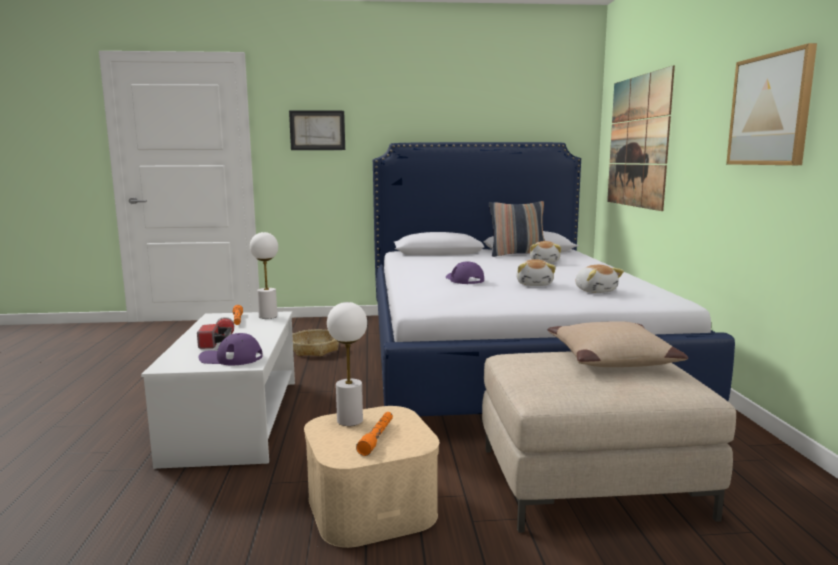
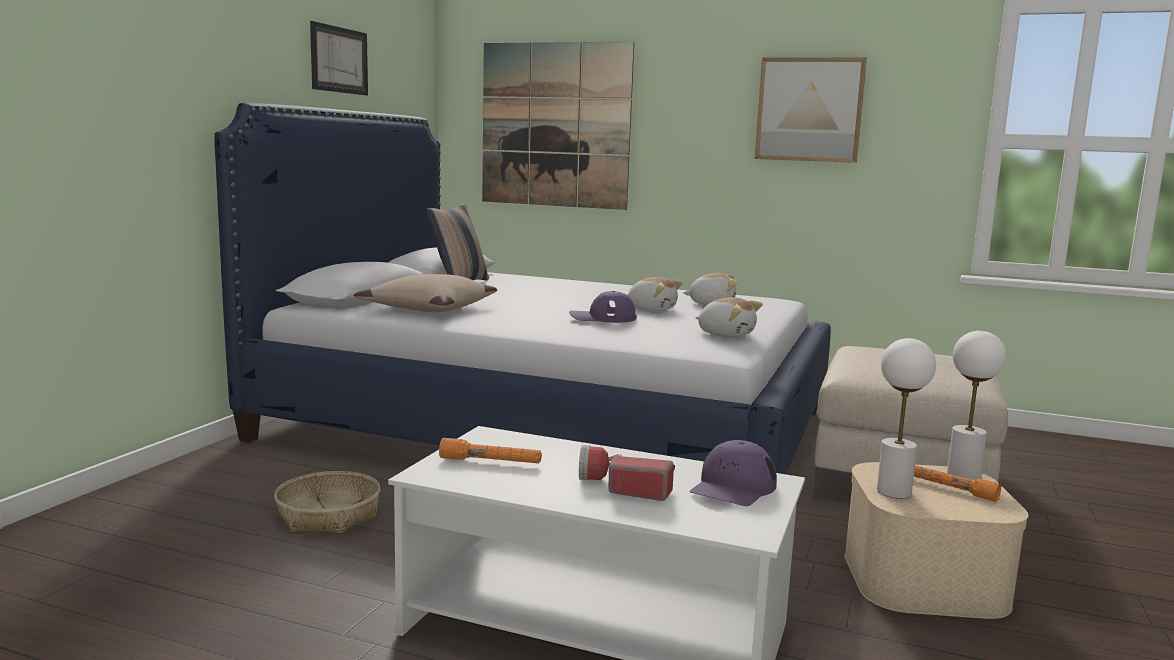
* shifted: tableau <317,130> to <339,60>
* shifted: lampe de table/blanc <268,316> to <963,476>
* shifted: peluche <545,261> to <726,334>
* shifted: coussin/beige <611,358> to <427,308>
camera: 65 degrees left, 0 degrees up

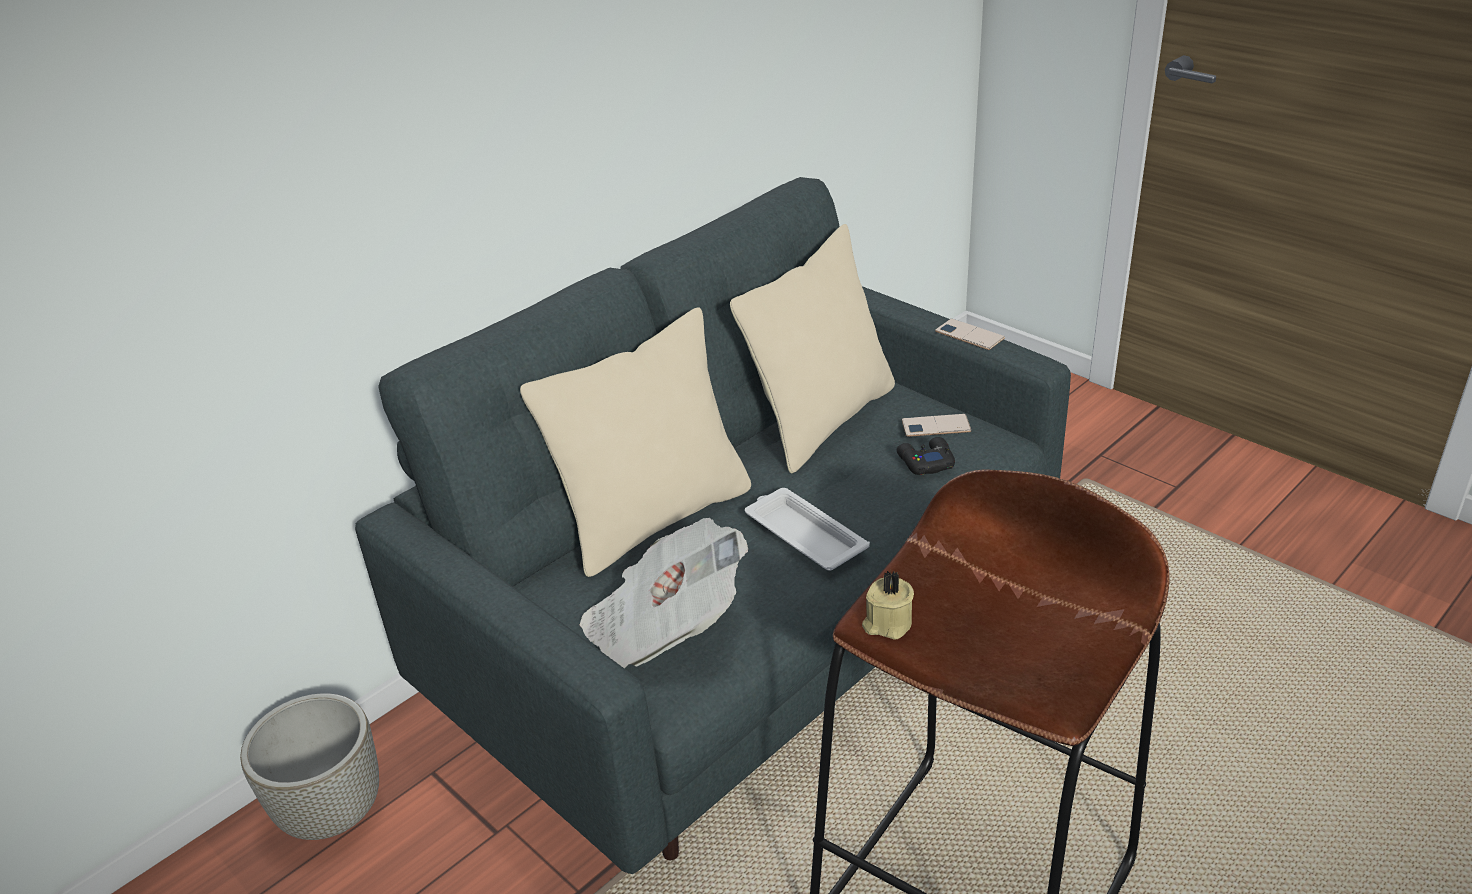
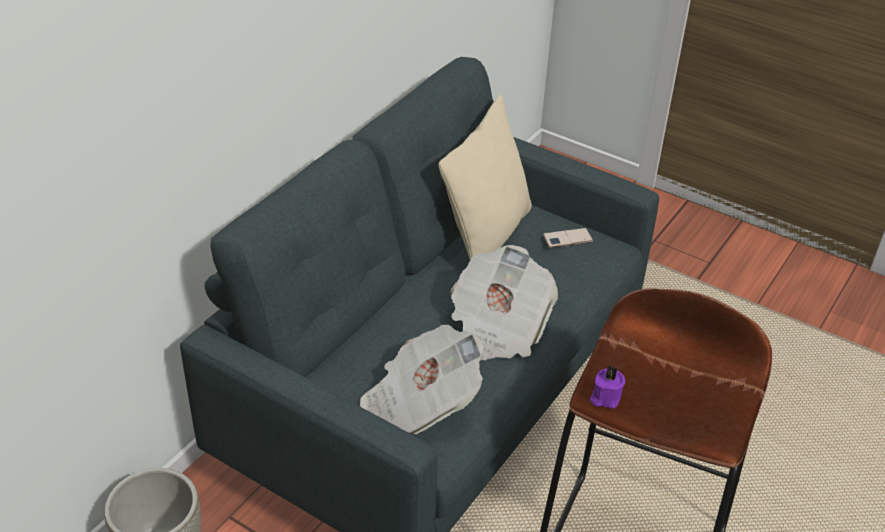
* gone: coussin/beige <655,518>
* gone: téléphone <969,335>
* gone: manette/noir <925,462>
* swapped: plateau/blanc <803,535> to journal <498,327>
* repainted: bougie/beige <887,623> to bougie/violet <604,398>
camera: 15 degrees left, 5 degrees up

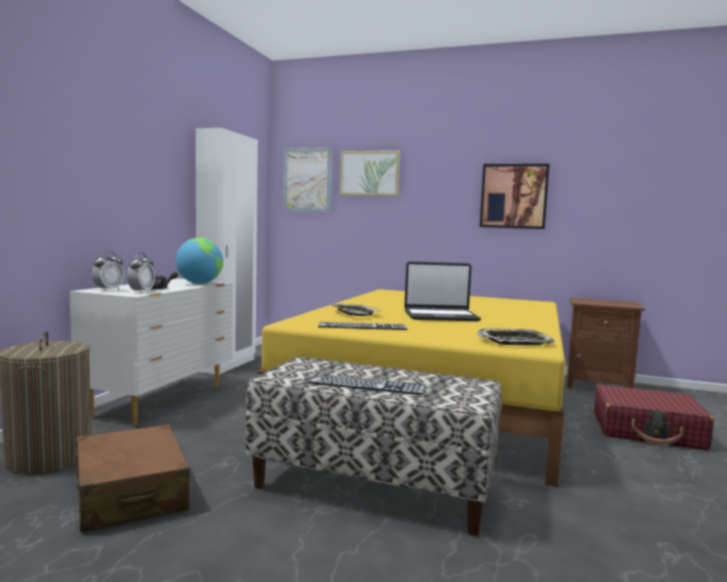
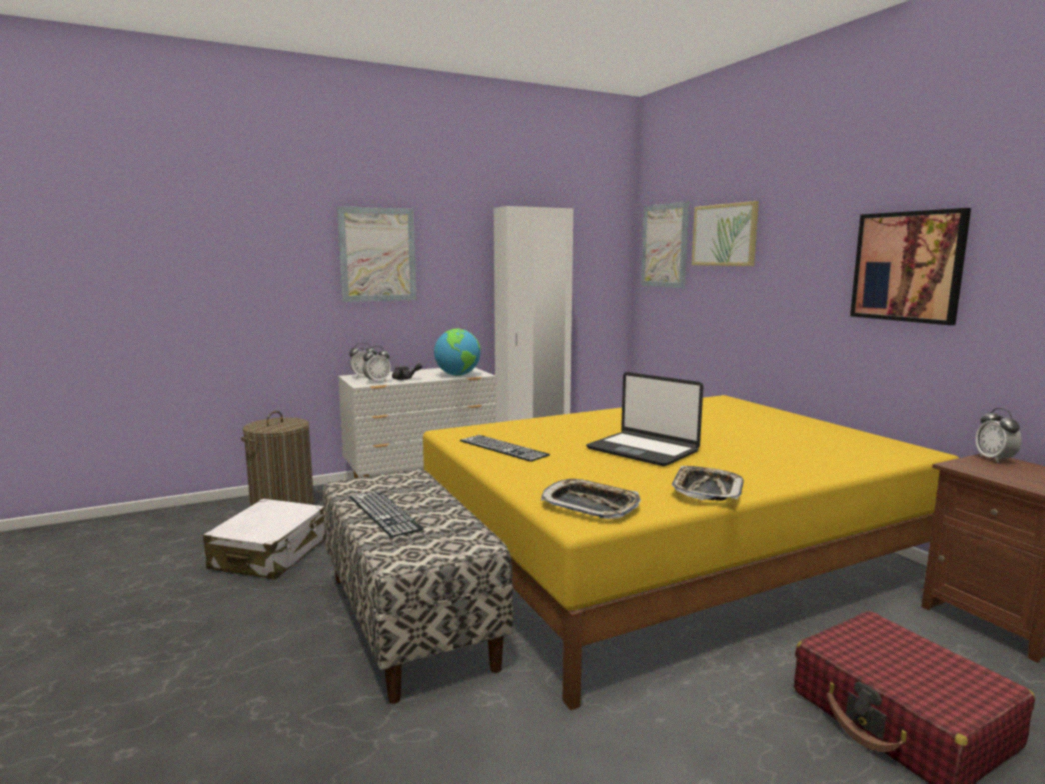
* shifted: plateau <354,313> to <706,490>
* repainted: valise/marron <131,494> to valise/blanc <270,554>
* new: tableau <377,254>
* new: réveil <994,459>
camera: 45 degrees right, 5 degrees up

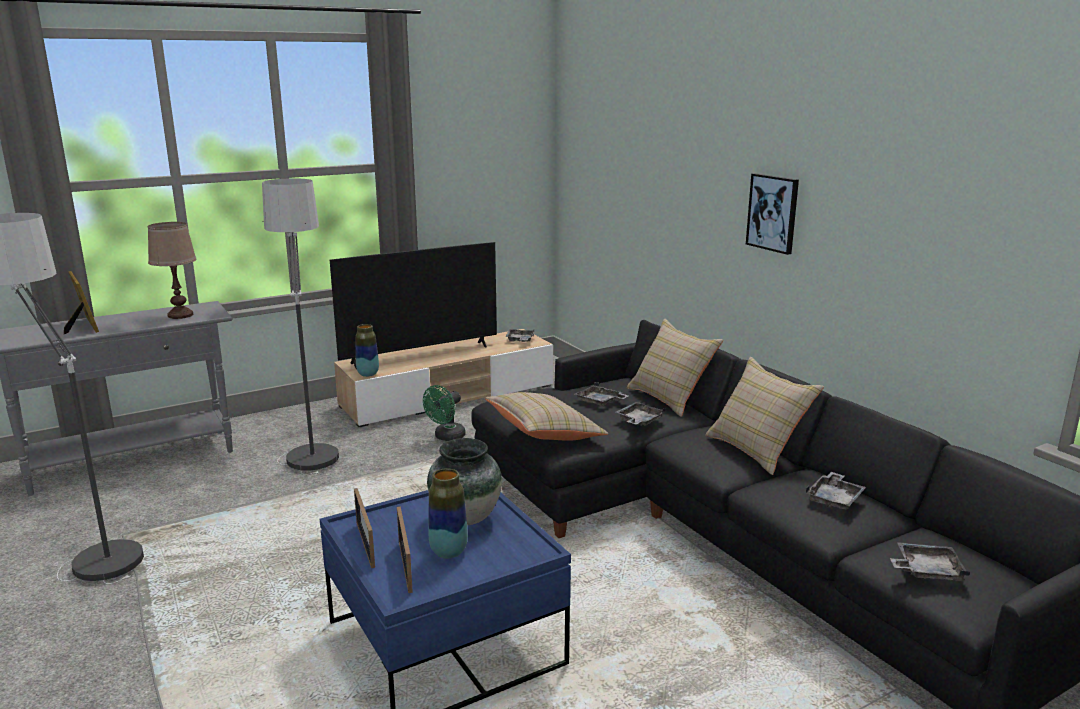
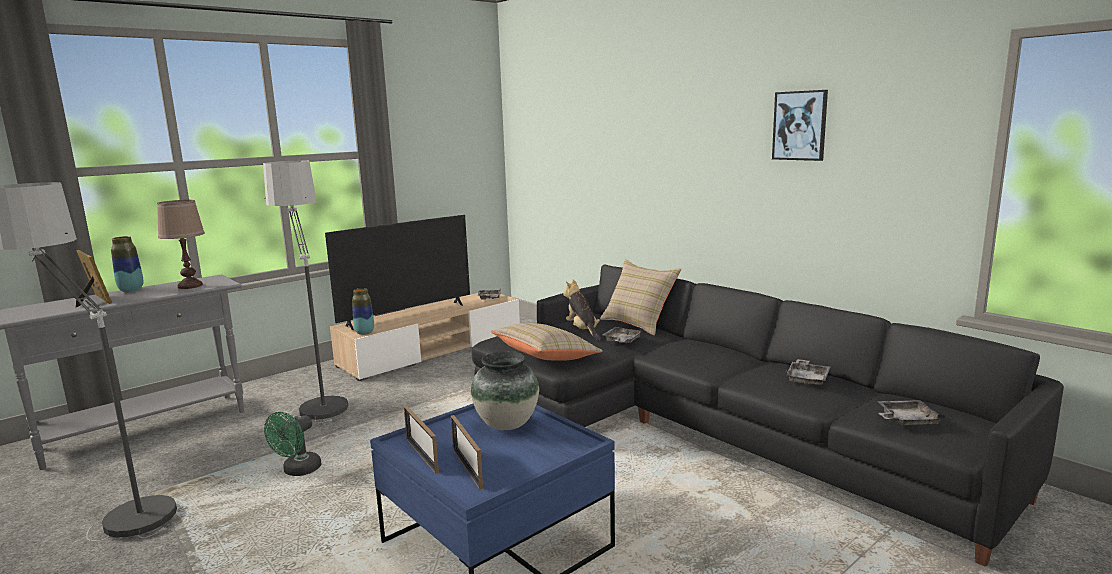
* shifted: tableau <773,213> to <800,125>
* gone: coussin/beige <757,450>
* swapped: plateau/gris <600,402> to peluche <582,331>
* shifted: ventilateur/vert <446,437> to <298,471>
* shifted: vase <448,552> to <131,290>
camera: 10 degrees left, 5 degrees down

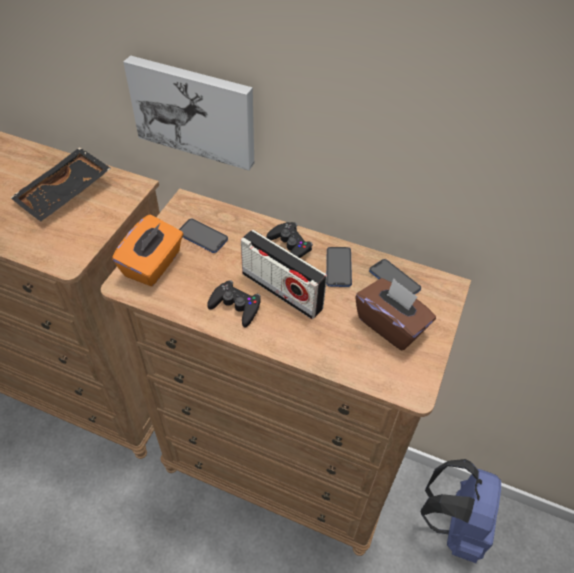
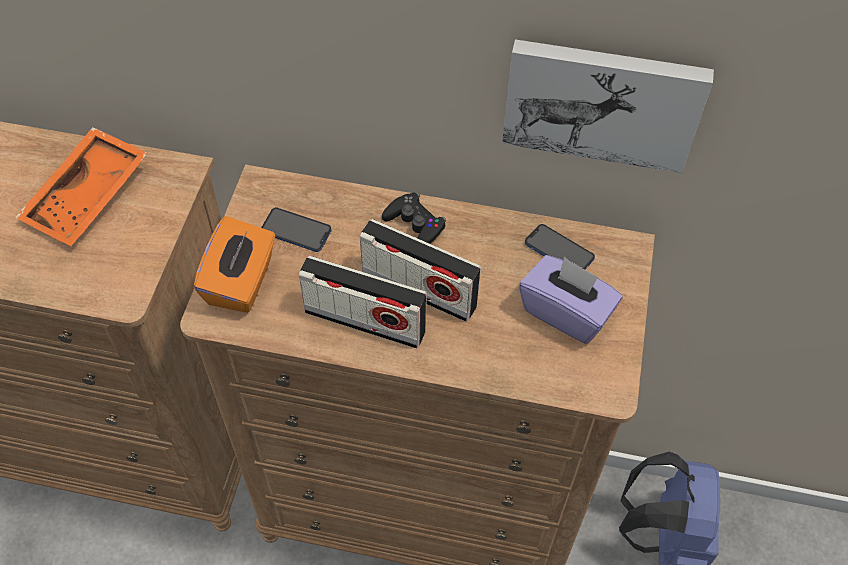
* shifted: tableau <194,111> to <602,102>
* repainted: plateau/noir <66,194> to plateau/orange <89,198>
* gone: téléphone <338,267>
* repainted: boîte à mouchoirs/marron <391,325> to boîte à mouchoirs/violet <566,312>
* swapped: manette/noir <235,306> to radio <365,321>
camera: 10 degrees left, 5 degrees up

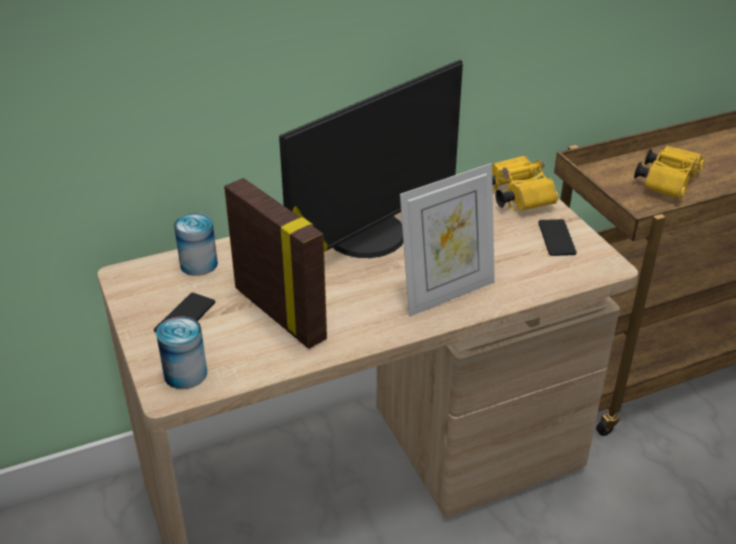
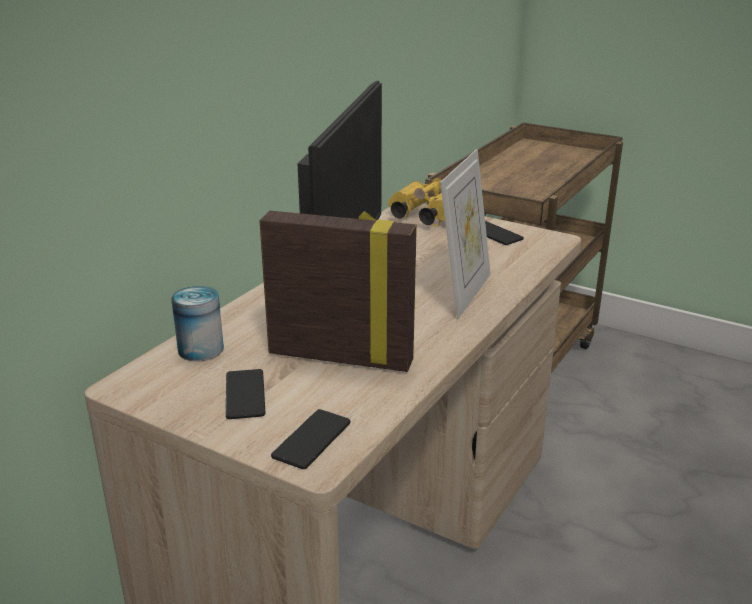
* gone: jumelles/jaune <668,182>
* swapped: boîte métallique <185,374> to téléphone <312,440>
camera: 35 degrees left, 10 degrees down

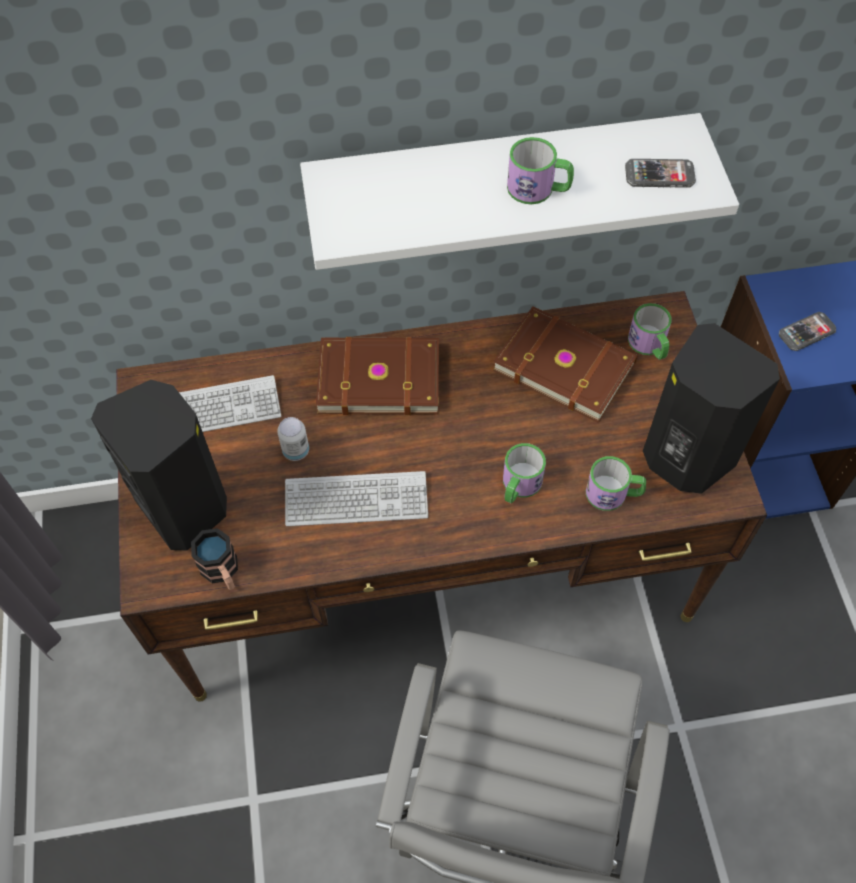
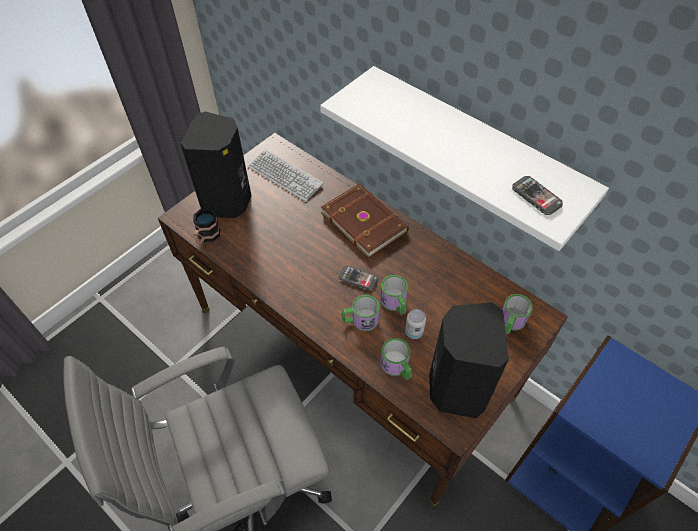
* shifted: mug <538,189> to <395,303>
* gone: livre/marron <564,364>
* shifted: téléphone <806,332> to <358,279>
* shifted: boîte métallique <296,451> to <414,332>
* gone: clavier <356,500>
camera: 50 degrees right, 5 degrees down

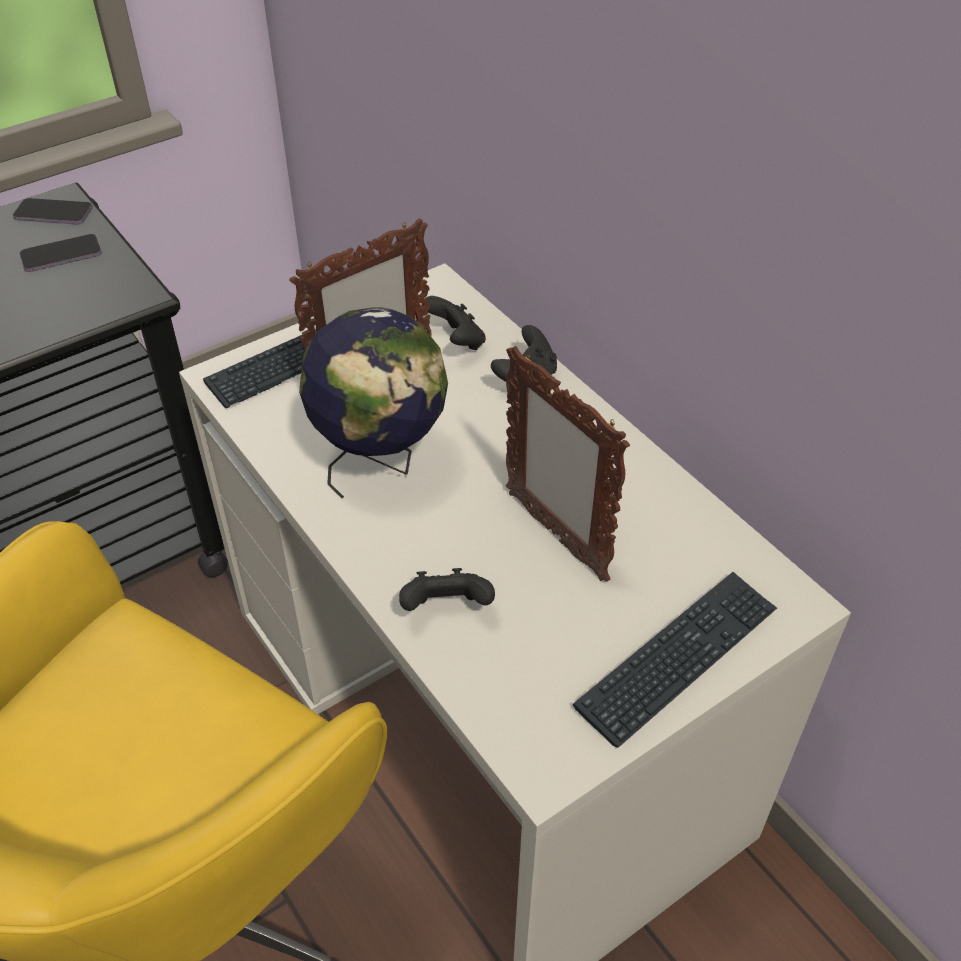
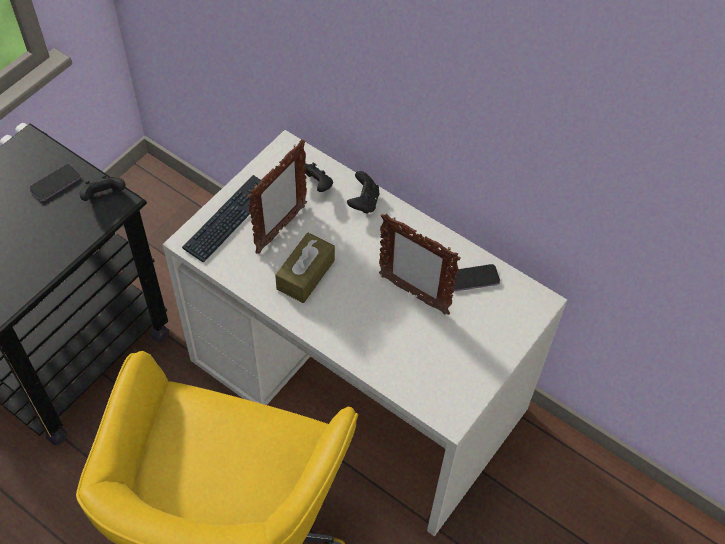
* shifted: téléphone <54,214> to <473,279>
* swapped: globe <381,462> to boîte à mouchoirs/marron <305,274>
* shifted: manette/noir <446,608> to <104,196>
* gone: clavier <678,658>
camera: 20 degrees left, 10 degrees up

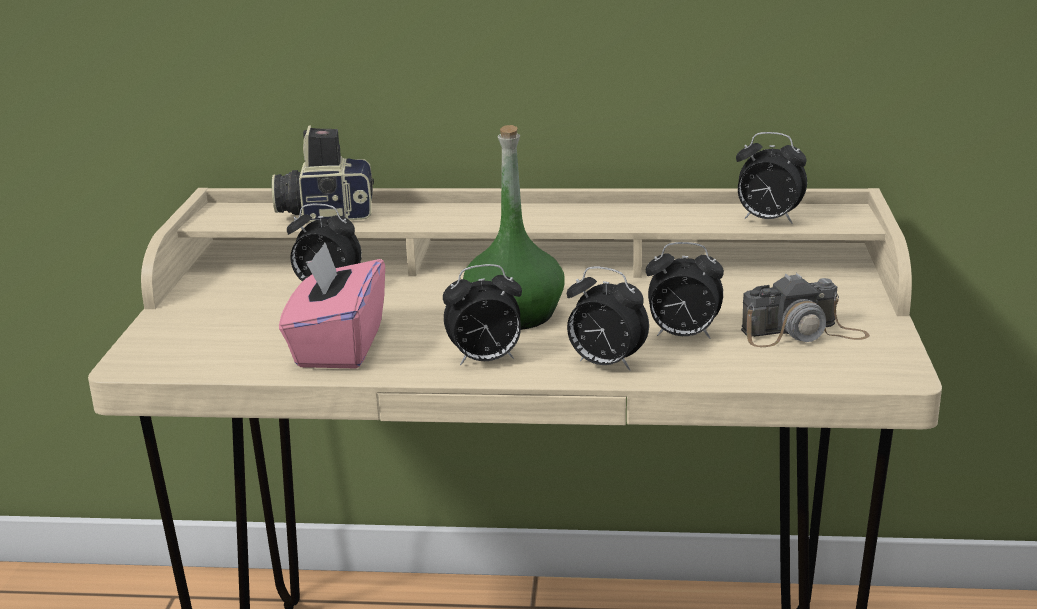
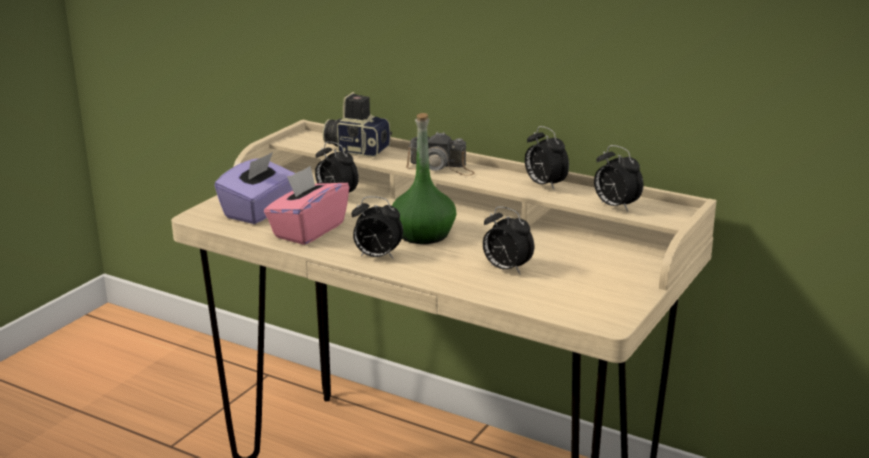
* shifted: réveil <605,364> to <544,185>
* shifted: appareil photo <804,333> to <441,167>
* new: boîte à mouchoirs/violet <259,211>
camera: 25 degrees right, 0 degrees up

